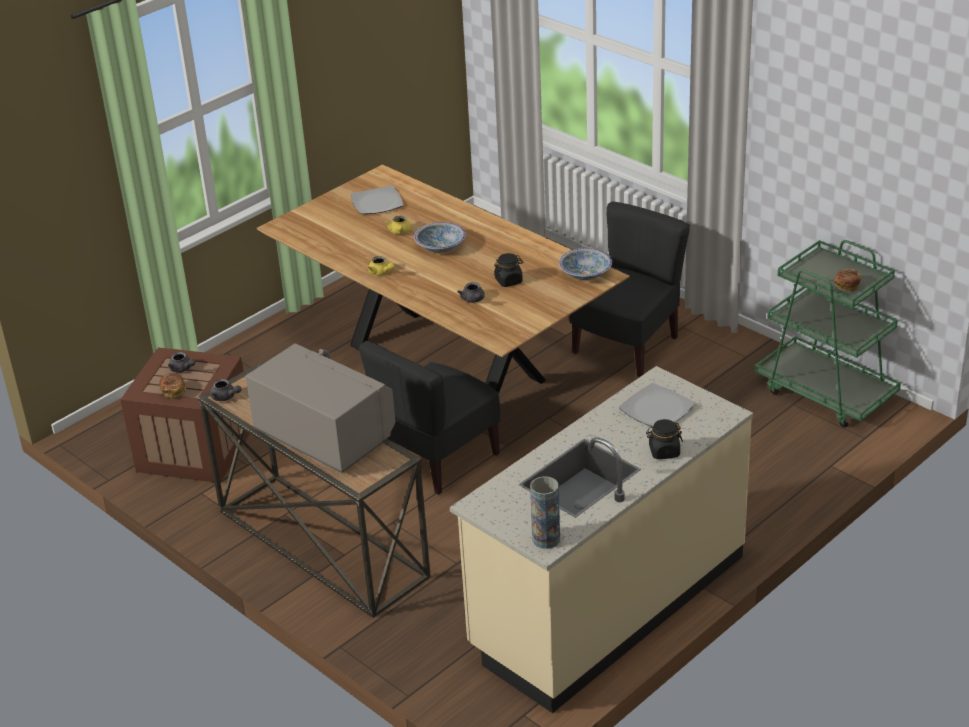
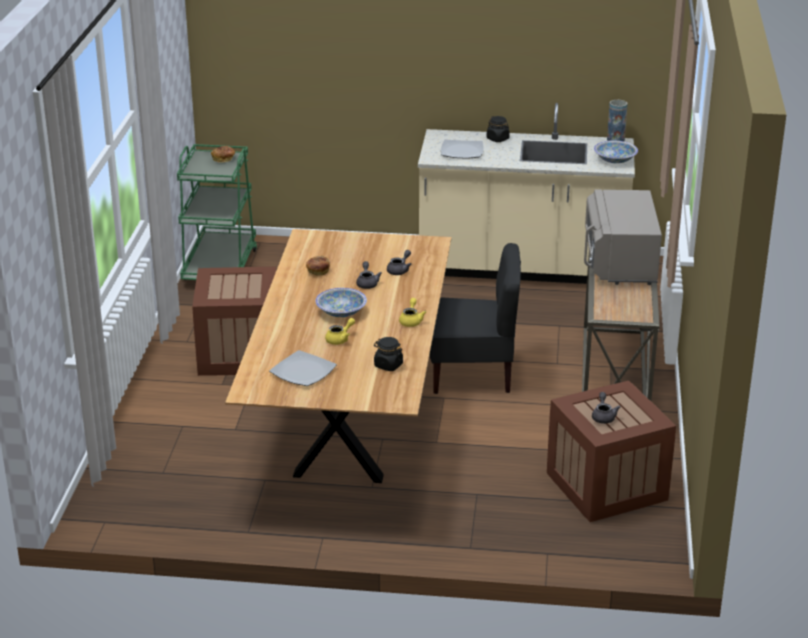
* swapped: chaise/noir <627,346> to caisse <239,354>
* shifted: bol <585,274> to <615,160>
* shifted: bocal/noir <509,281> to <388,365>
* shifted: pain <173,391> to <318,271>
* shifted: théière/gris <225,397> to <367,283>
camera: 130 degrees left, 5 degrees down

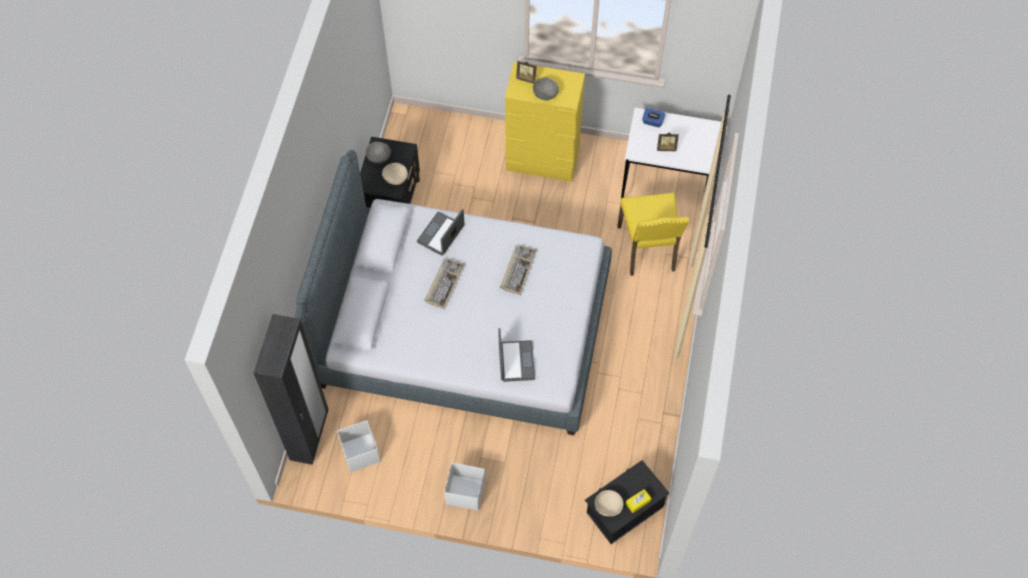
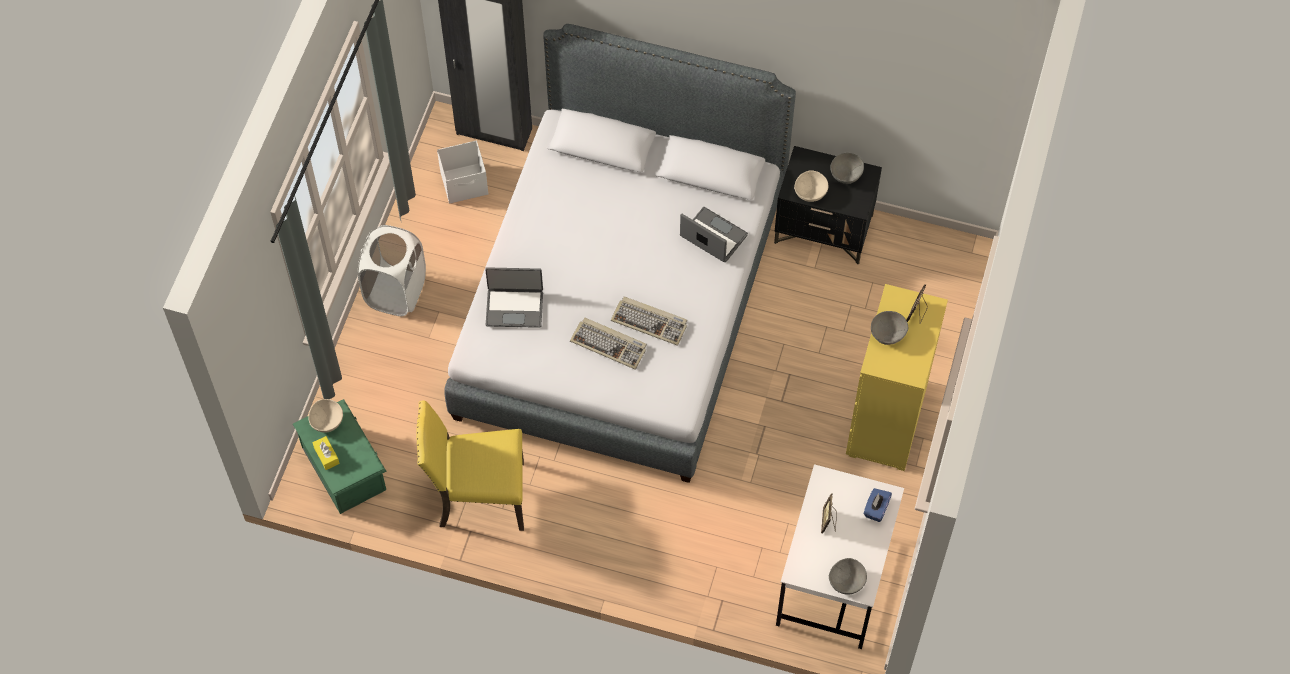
* shifted: chaise/jaune <648,249> to <479,496>
* shifted: clavier <444,283> to <609,344>
* repainted: boîte de rangement/noir <623,509> to boîte de rangement/vert <344,467>
* swapped: boîte de rangement/blanc <465,492> to panier à linge/blanc <396,291>
* new: bol/gris <846,582>
camera: 95 degrees right, 0 degrees up

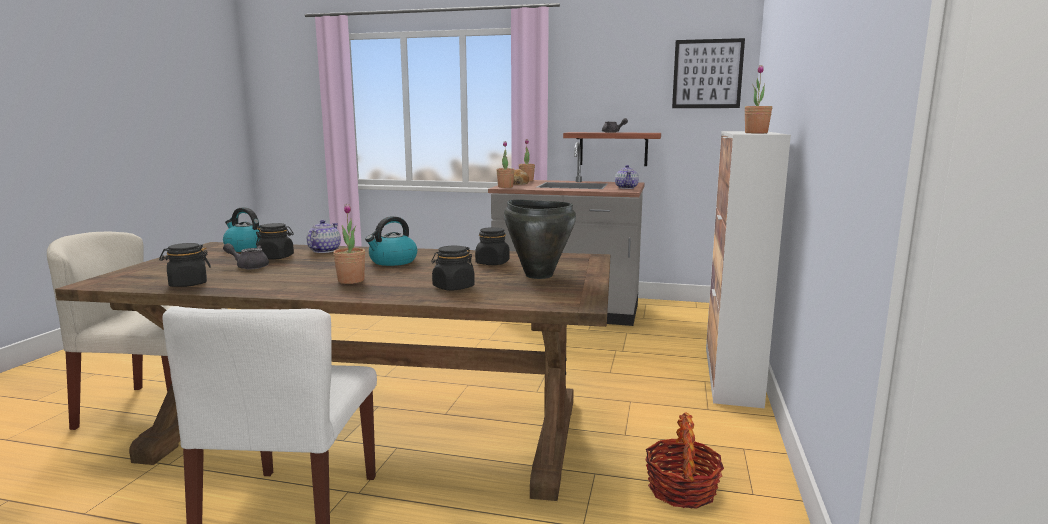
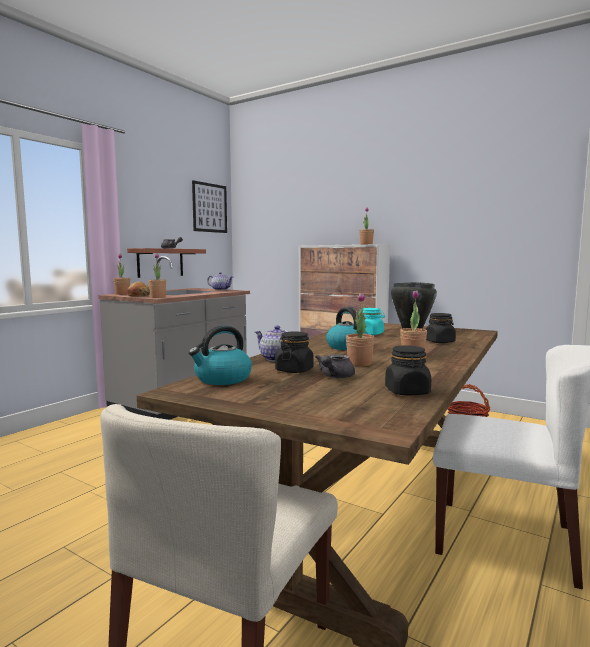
* repainted: bocal/noir <492,263> to bocal/turquoise <370,334>
* new: plante en pot <359,363>
camera: 70 degrees left, 5 degrees down

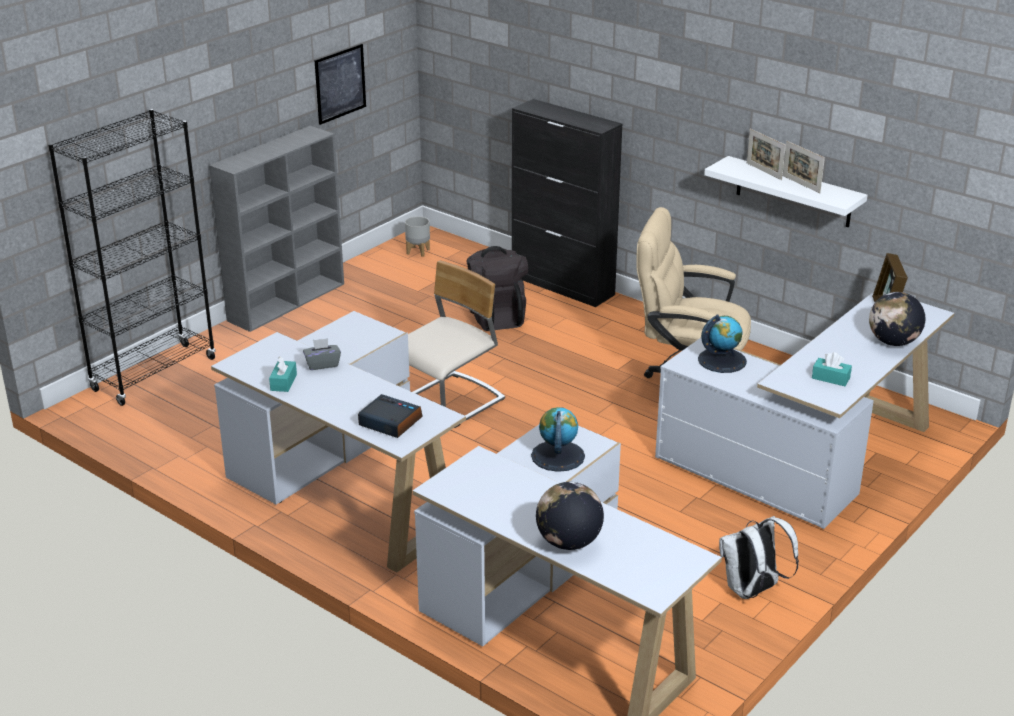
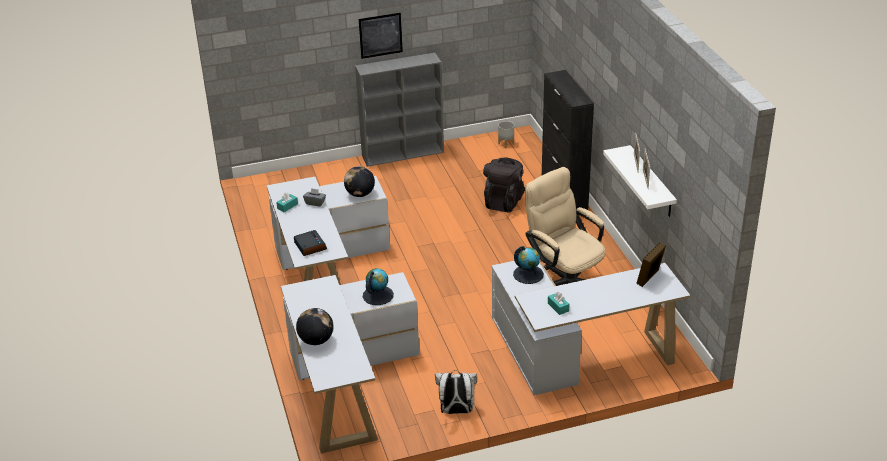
* shifted: tableau <340,83> to <380,35>
* gone: bibliothèque/noir <154,374>
* gone: chaise/beige <450,403>
* shifted: globe <893,342> to <360,194>
camera: 35 degrees right, 5 degrees up

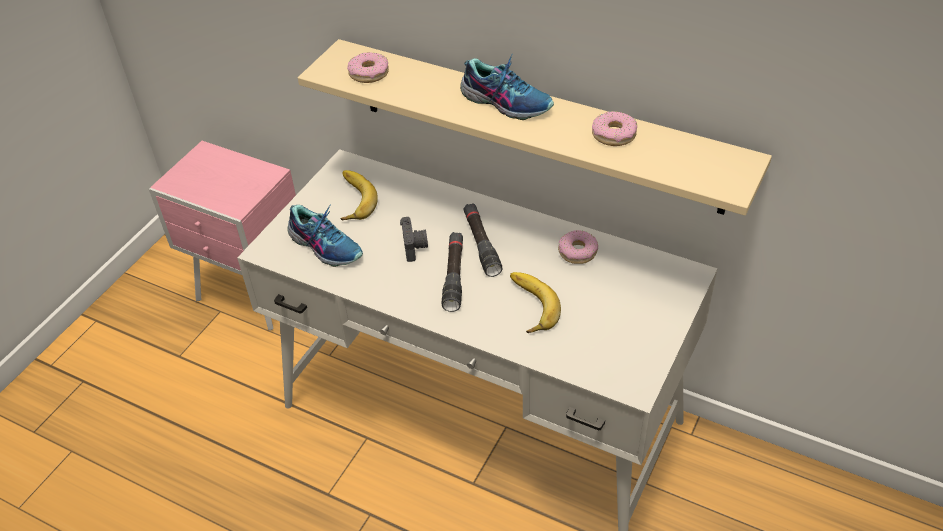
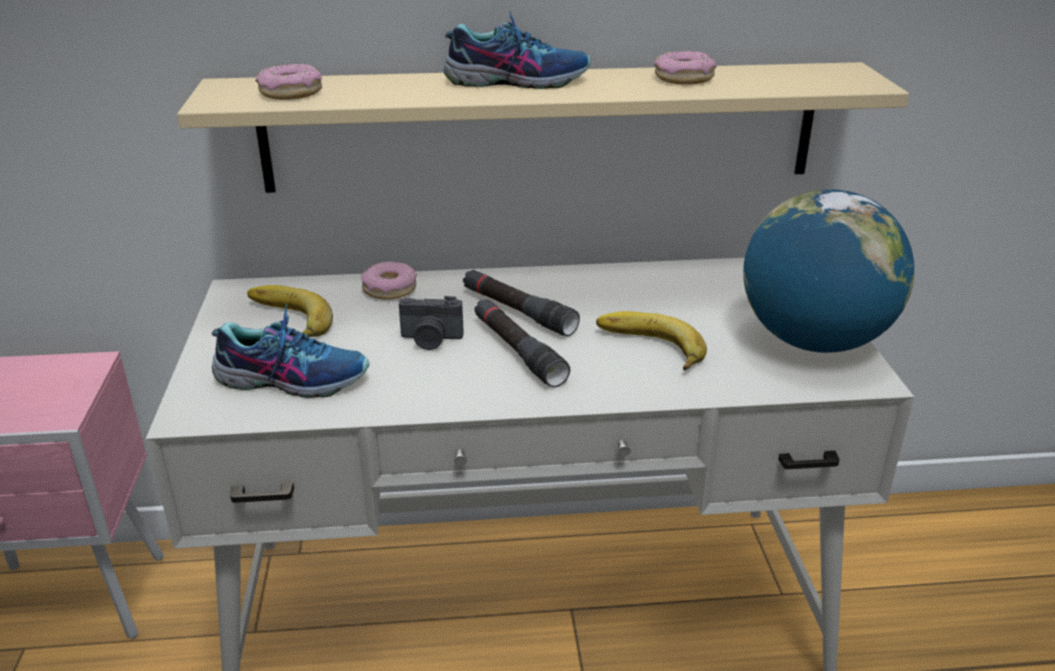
* rotated: appareil photo <415,247> = <431,340> 135 degrees clockwise
* shifted: beignet <577,252> to <389,289>
* new: globe <813,341>
camera: 35 degrees left, 15 degrees down

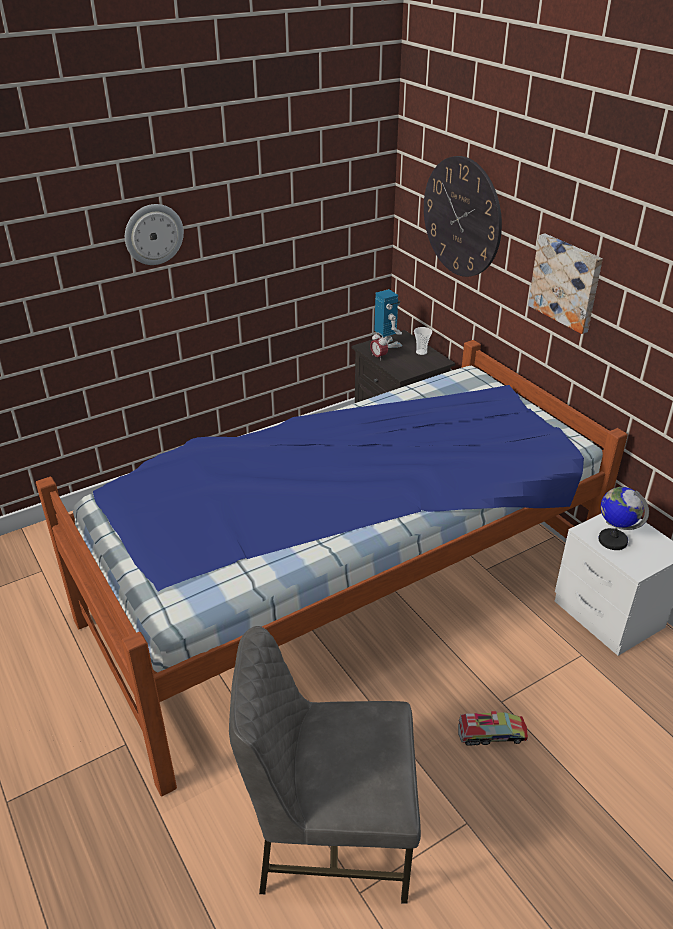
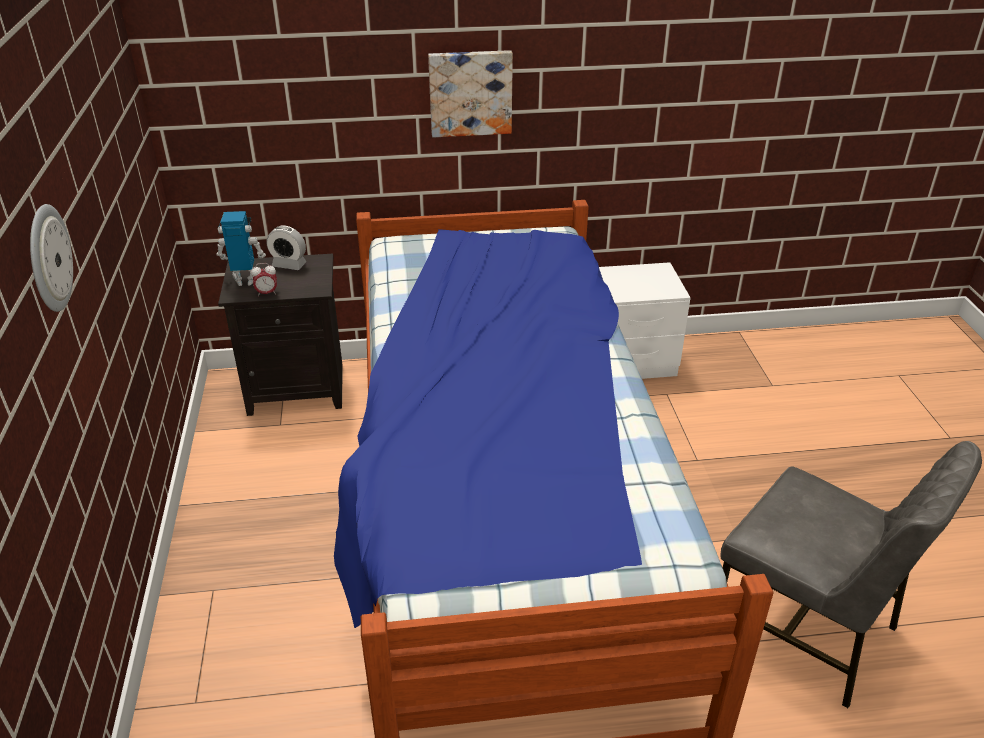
* gone: horloge murale <462,217>
* swapped: tasse <421,352> to réveil <289,265>
* gone: globe <612,540>
* rotated: chaise/gris <330,834> = <807,629> 75 degrees counterclockwise
* gone: camion jouet <492,734>
camera: 65 degrees left, 0 degrees up

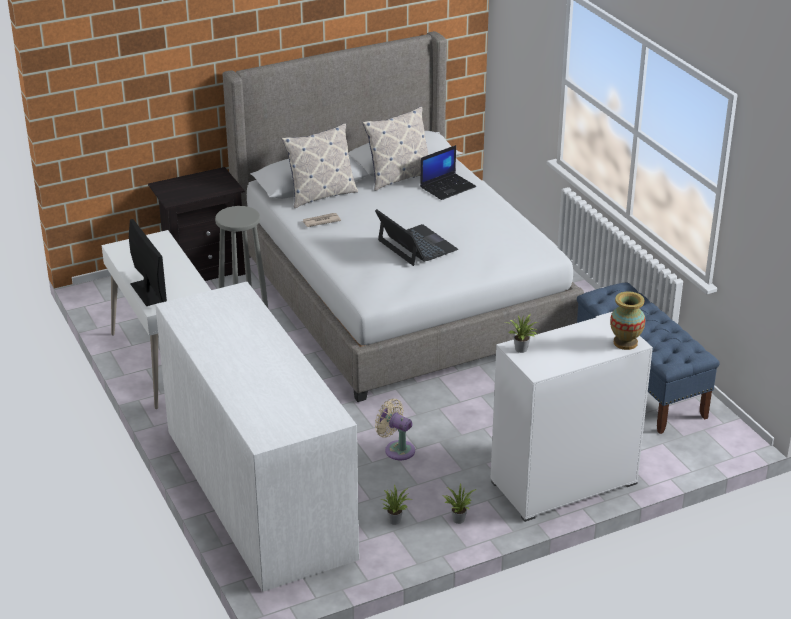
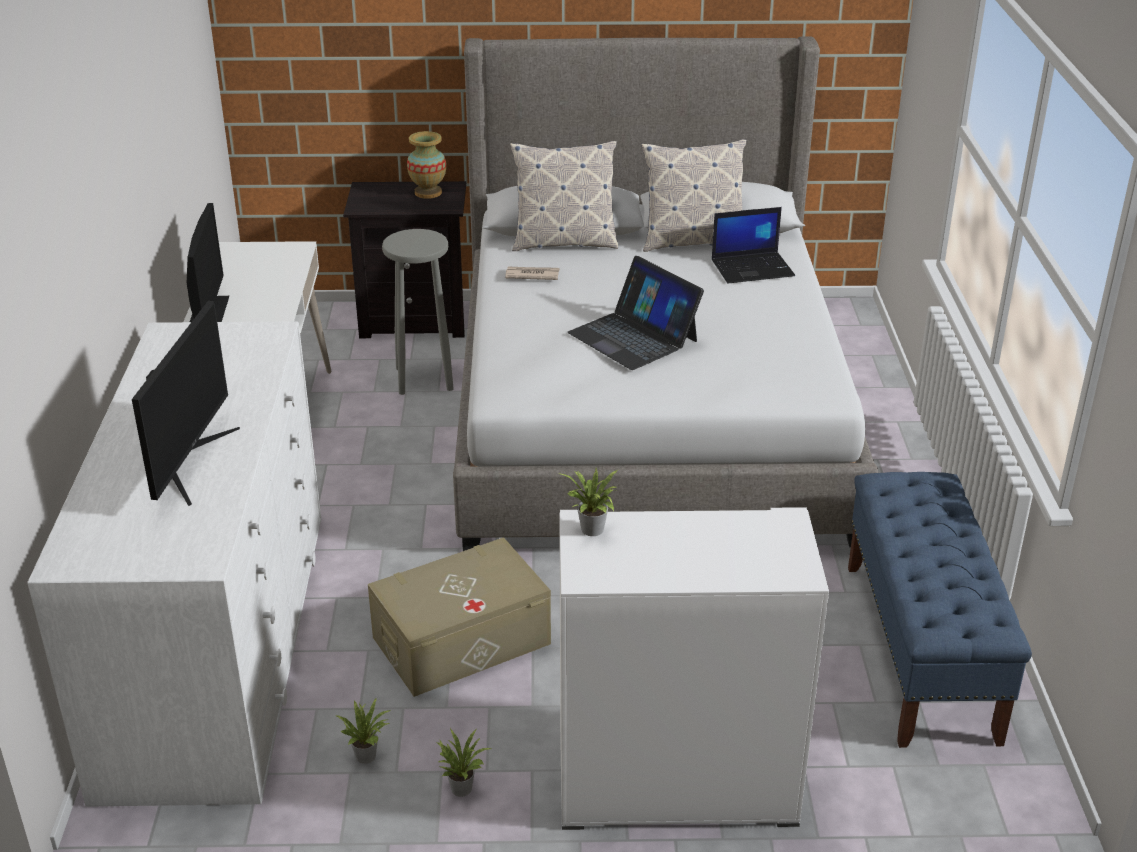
* rotated: ordinateur portable <416,245> = <633,336> 150 degrees clockwise
* shifted: vase <625,343> to <428,193>
* swapped: ventilateur/beige <397,449> to boîte de rangement/beige <461,641>
* new: écran d'ordinateur <187,462>
camera: 25 degrees right, 0 degrees up

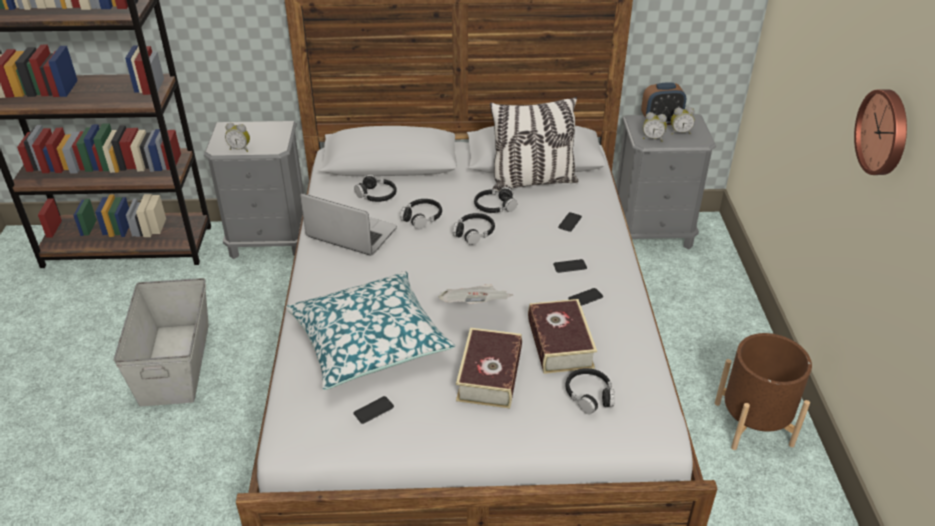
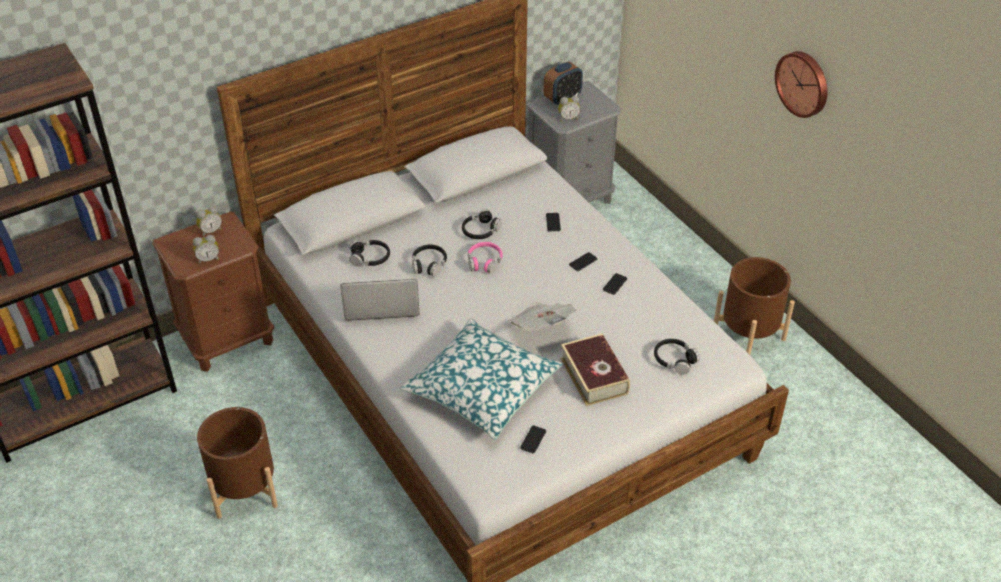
* gone: coussin <532,182>
* shifted: réveil <680,132> to <210,231>
* repainted: table de chevet/gris <269,241> to table de chevet/marron <227,339>
* repainted: casque audio/noir <474,233> to casque audio/rose <484,261>
* swapped: boîte de rangement/gris <176,362> to cache-pot/marron <245,489>
* gone: livre <560,344>
camera: 30 degrees left, 5 degrees up

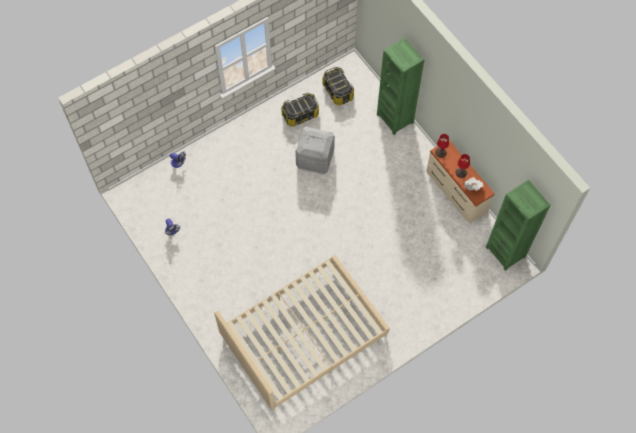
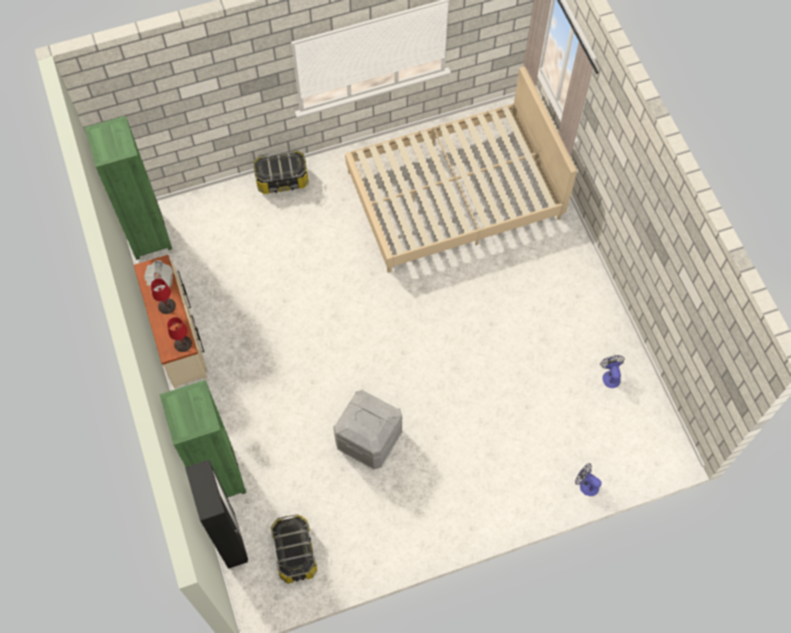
* shifted: boîte de rangement <300,114> to <282,180>
* new: armoire/noir <232,541>
camera: 165 degrees left, 0 degrees up

